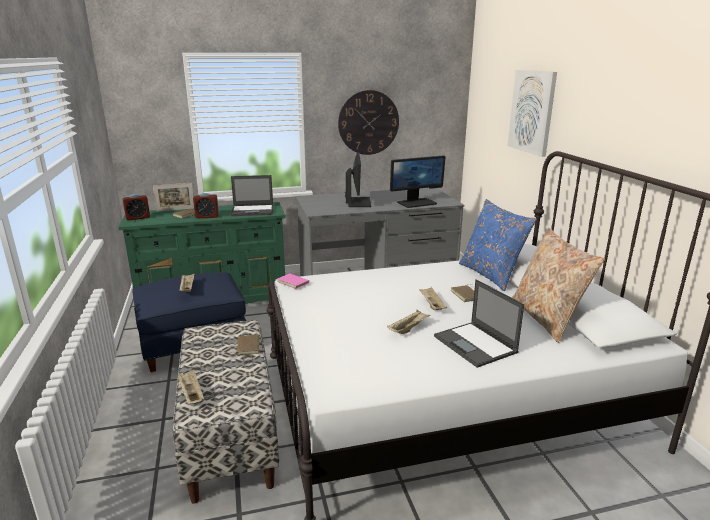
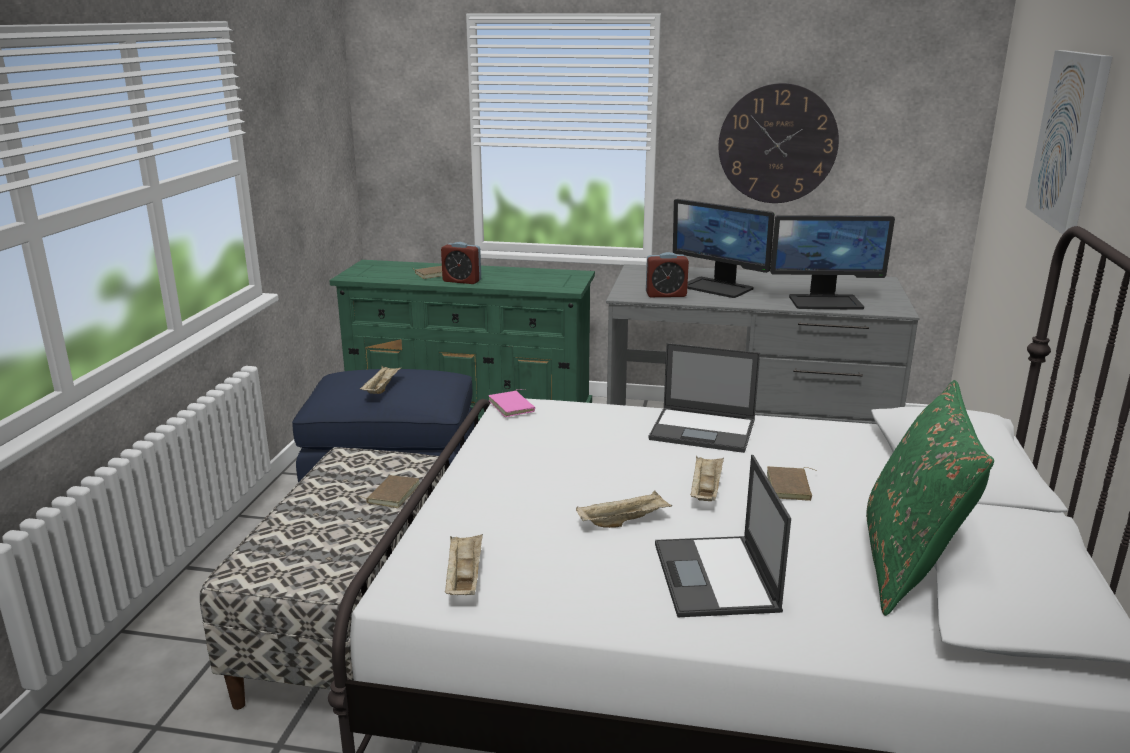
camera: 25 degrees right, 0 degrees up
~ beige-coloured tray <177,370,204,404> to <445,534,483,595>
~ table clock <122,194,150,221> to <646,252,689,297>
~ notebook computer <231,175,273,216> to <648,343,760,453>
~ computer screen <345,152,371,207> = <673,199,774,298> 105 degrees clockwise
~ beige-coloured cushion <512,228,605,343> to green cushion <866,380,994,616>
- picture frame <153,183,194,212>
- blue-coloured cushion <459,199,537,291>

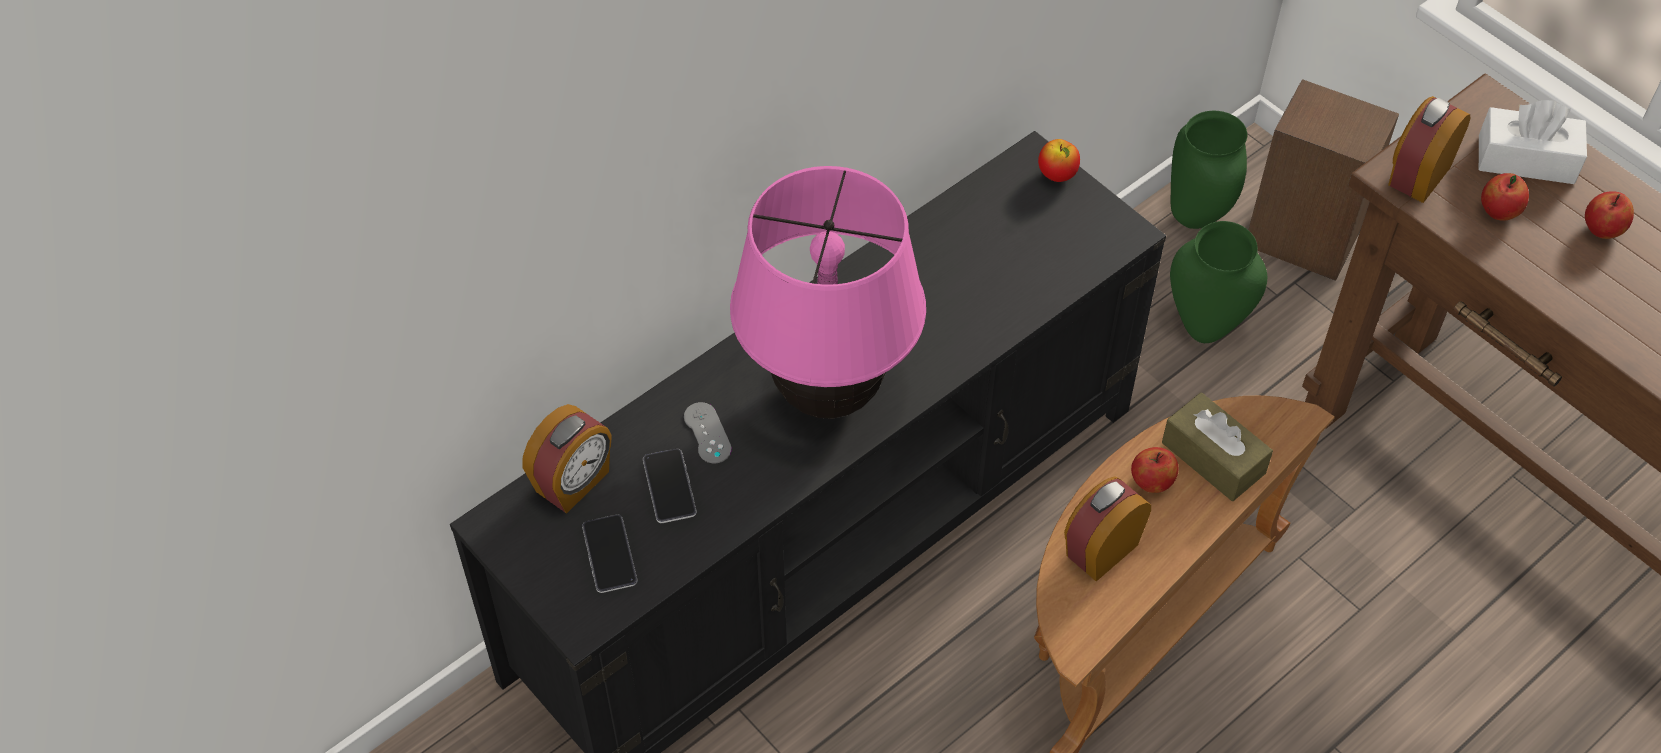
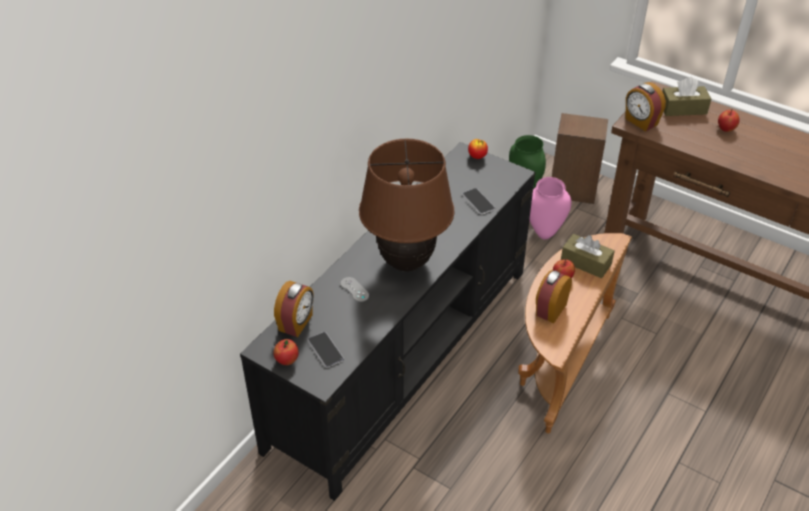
camera: 15 degrees left, 10 degrees down
~ whole apple <1481,173,1529,221> to <273,339,299,365>
~ pinkish tabletop lamp <730,166,926,419> to brown-coloured tabletop lamp <359,139,454,272>
~ phone <643,448,697,523> to <462,188,495,215>
~ green decorative vase <1170,221,1267,343> to pinkish decorative vase <529,177,571,240>
~ table clock <1388,96,1471,203> = <625,82,666,131> 60 degrees counterclockwise
~ white-coloured tissue box <1479,100,1587,184> to brown-coloured tissue box <662,77,711,116>

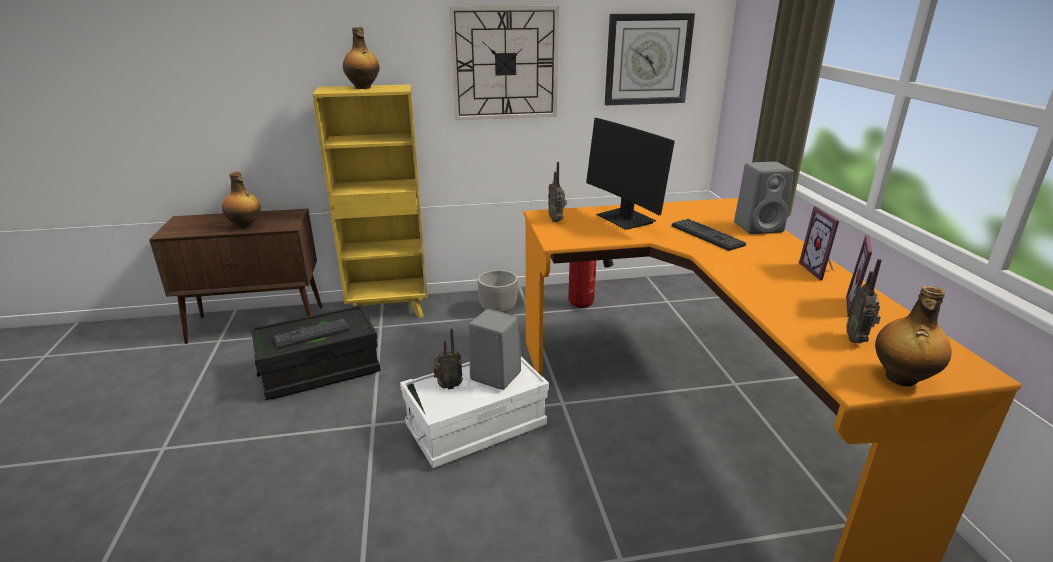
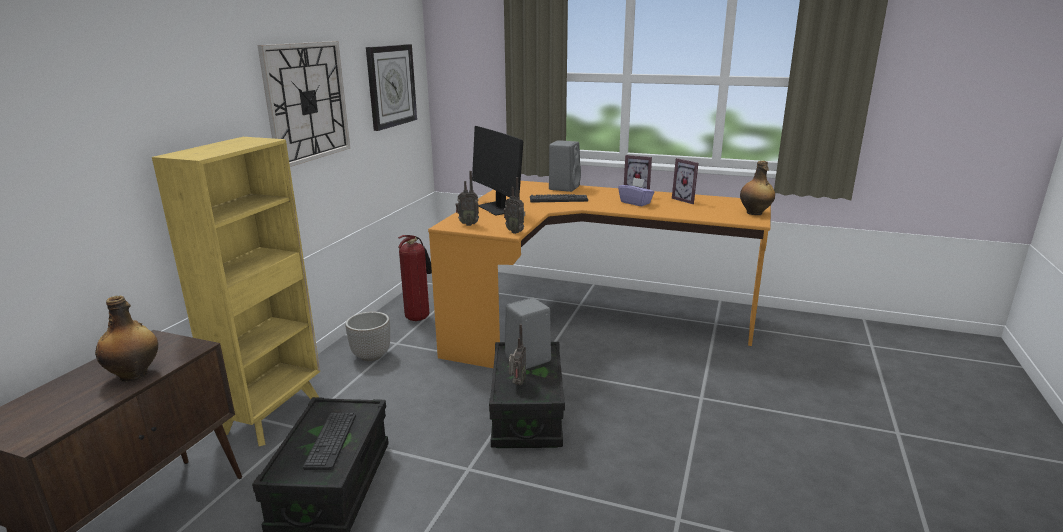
camera: 60 degrees left, 5 degrees down
~ computer screen <586,118,674,230> = <472,126,523,215> 60 degrees clockwise
~ white-coloured storage box <400,357,549,468> to blackish storage box <489,342,565,448>
~ radio receiver <846,259,882,343> to <504,177,525,234>
+ purplish tissue box <618,178,655,206>
- bottle <343,27,379,89>

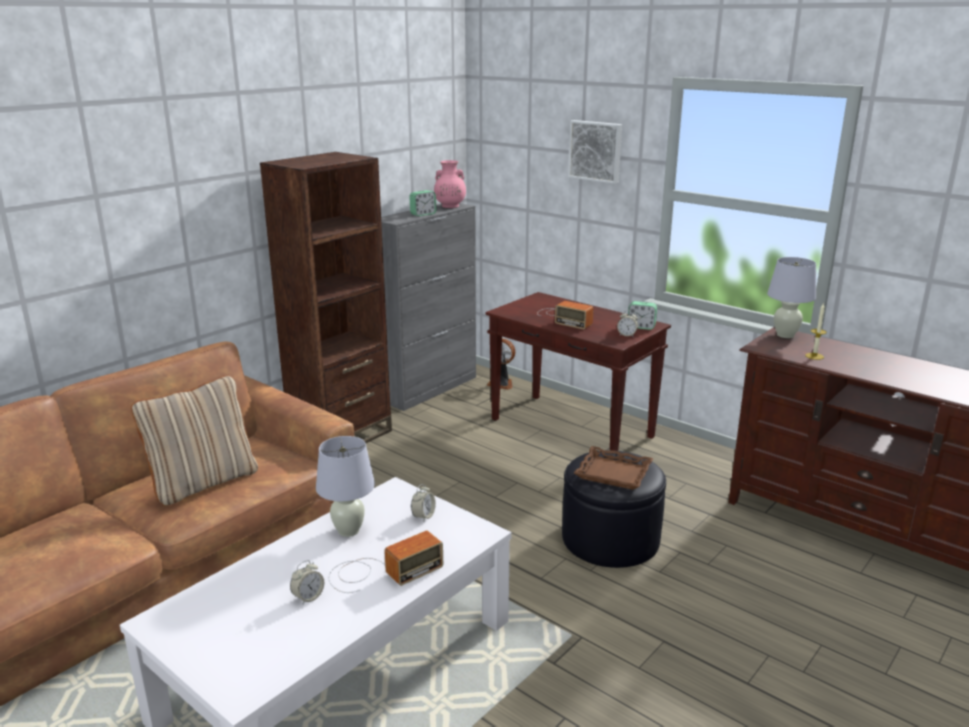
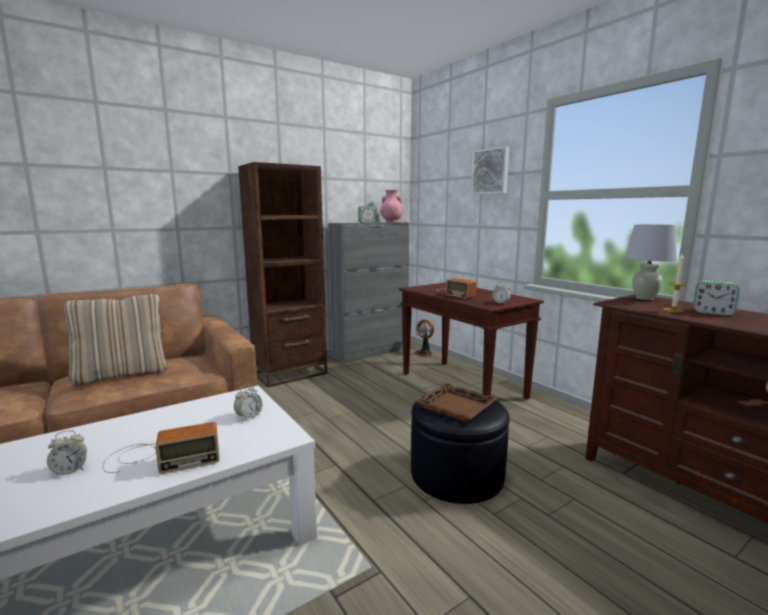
camera: 15 degrees right, 10 degrees down
~ table clock <628,301,657,330> to <693,281,740,316>
- white-coloured tabletop lamp <316,436,375,537>

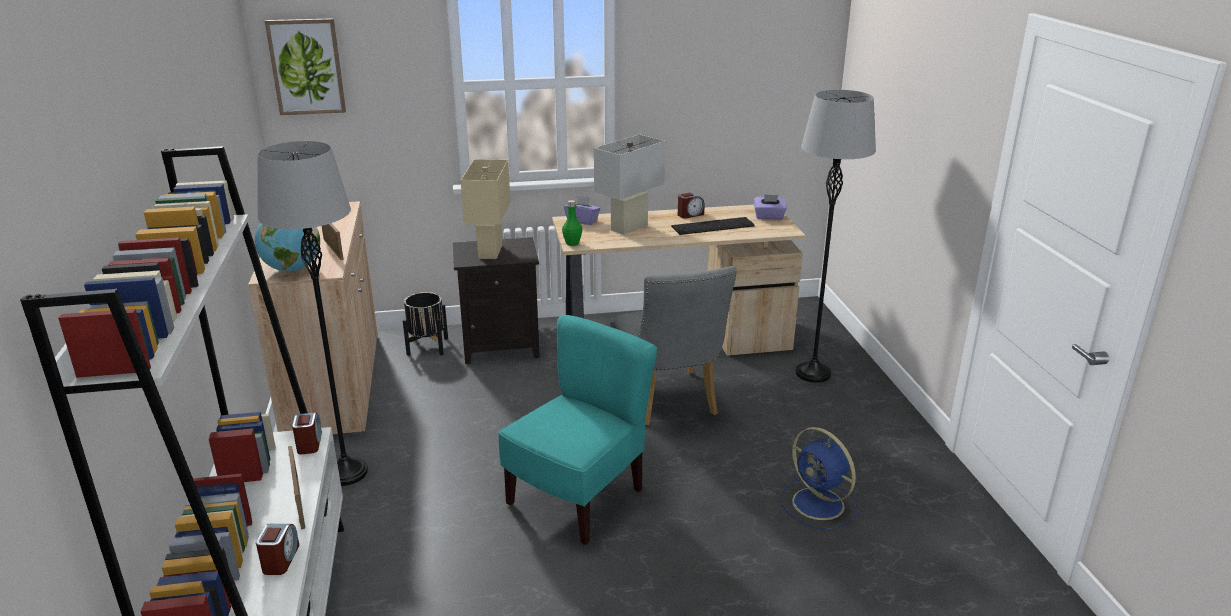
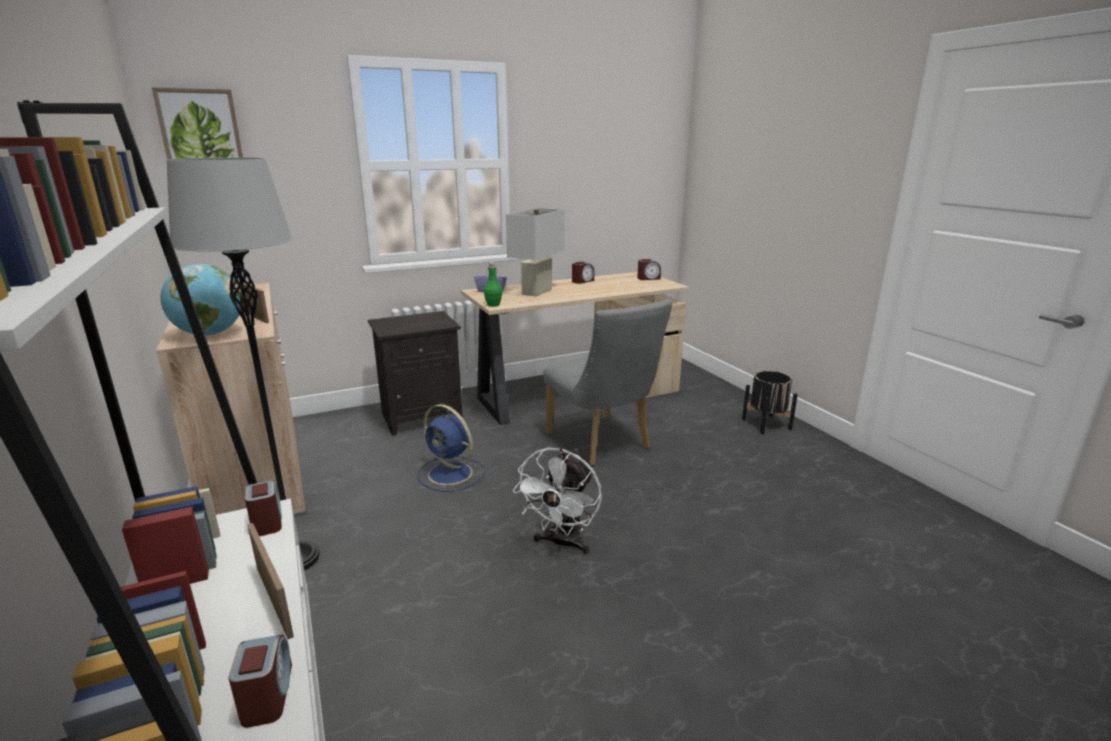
camera: 15 degrees left, 5 degrees down
~ blue-coloured cooling fan <780,427,860,530> to <418,404,486,492>
~ blue-green plain chair <498,315,657,545> to white-coloured cooling fan <513,448,602,555>
~ purplish tissue box <754,194,787,220> to table clock <637,259,661,280>
~ blackish planter <403,292,448,356> to <742,371,798,434>
- beige-coloured tabletop lamp <461,159,510,259>
- computer keyboard <671,217,755,235>
- gray floor lamp <796,90,876,383>

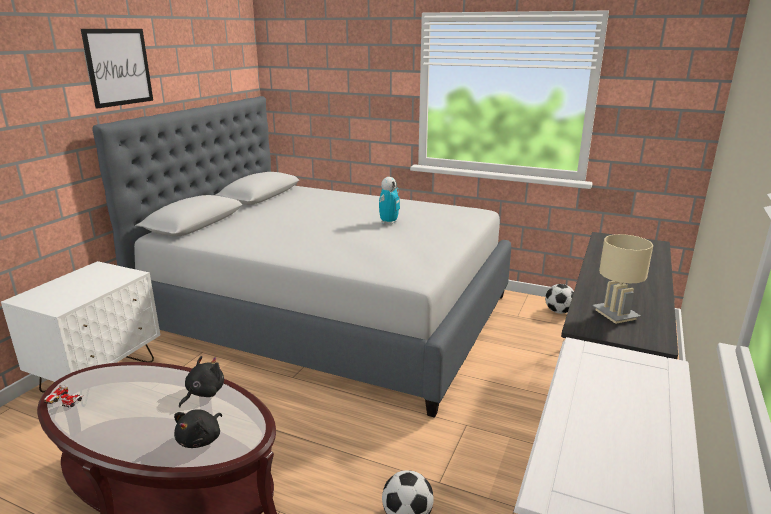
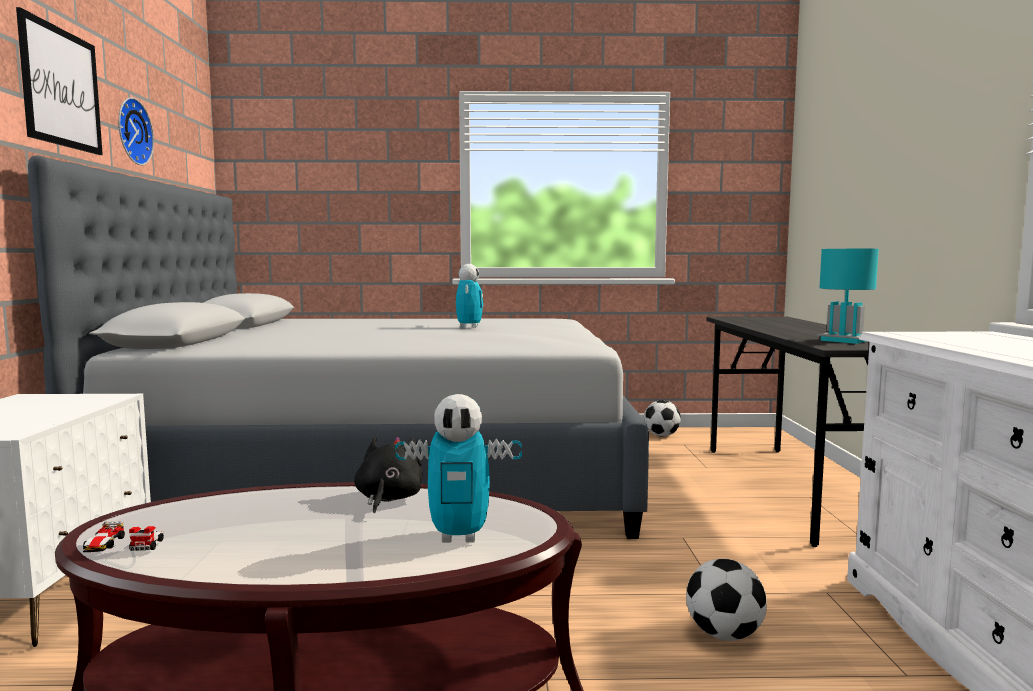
camera: 25 degrees left, 15 degrees down
+ wall clock <118,97,154,165>
~ blackish soft toy <174,409,222,448> to robot figure <395,394,522,543>
~ beige-coloured tabletop lamp <593,234,653,324> to blue-green tabletop lamp <817,249,879,344>

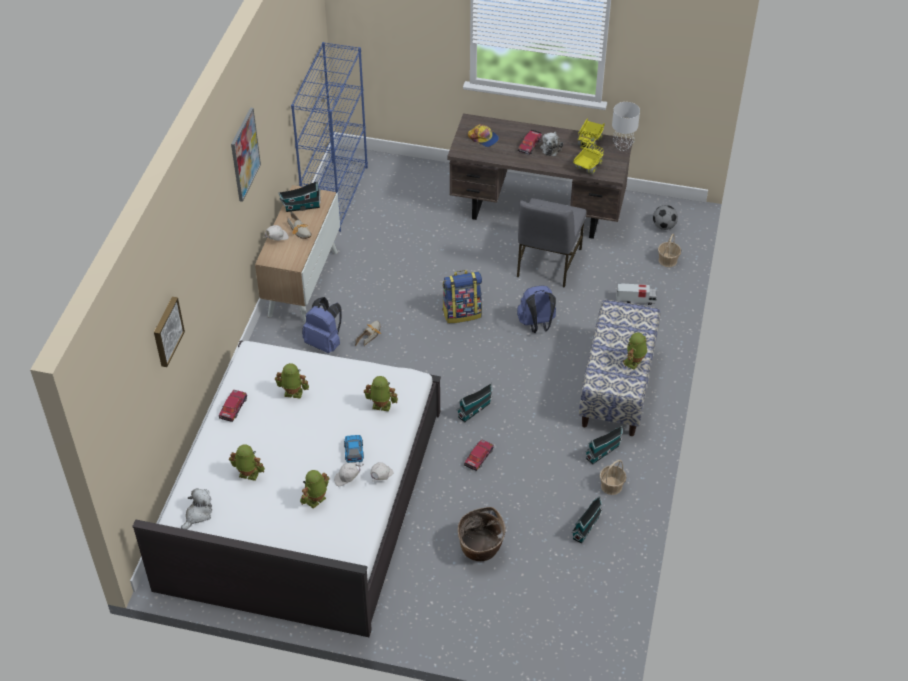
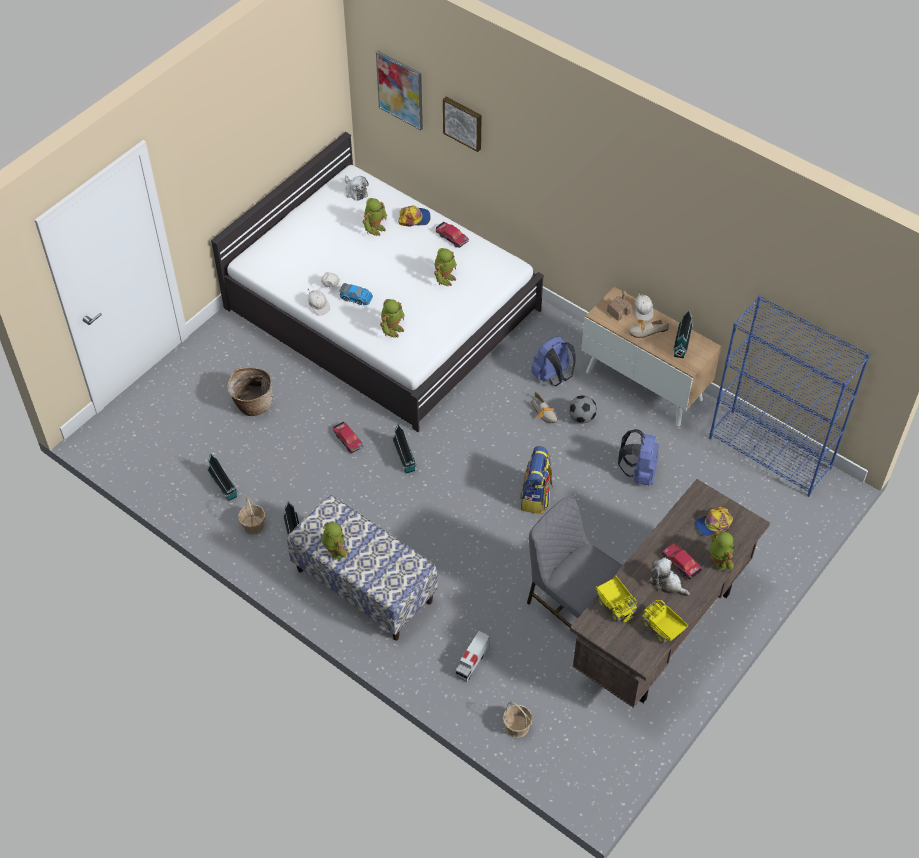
camera: 115 degrees right, 5 degrees up
~ wall art <231,108,261,202> to <376,51,423,130>
+ baseball cap <398,205,431,227>
~ football ball <653,205,678,230> to <569,395,597,423>
+ miniature house <607,291,632,321>
~ blue-coloured knapsack <517,285,556,333> to <618,429,659,485>
~ robot figure <300,470,330,509> to <710,532,735,571>
- gray tabletop lamp <612,102,640,151>

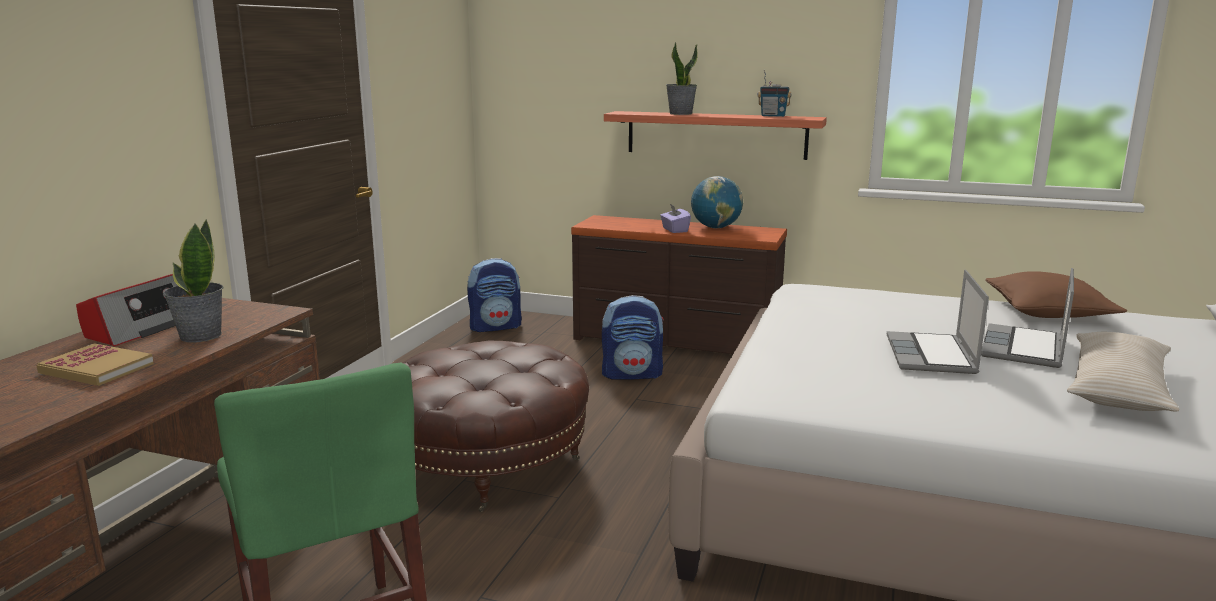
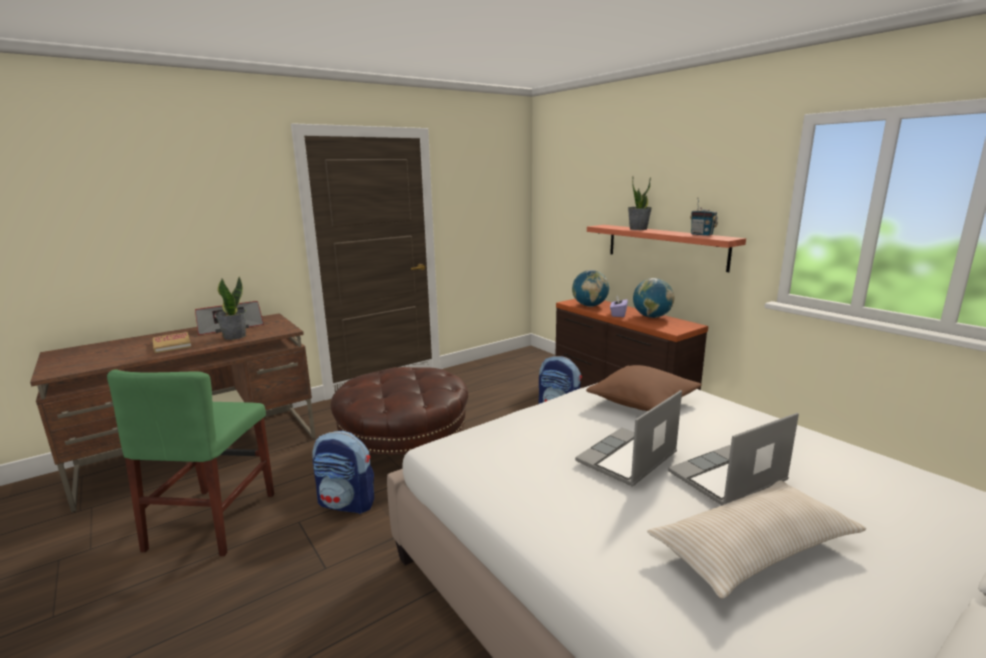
camera: 35 degrees right, 0 degrees up
~ knapsack <467,258,522,332> to <312,431,374,514>
+ globe <572,270,609,307>
~ brown-coloured cushion <985,271,1127,318> to <586,365,702,411>

